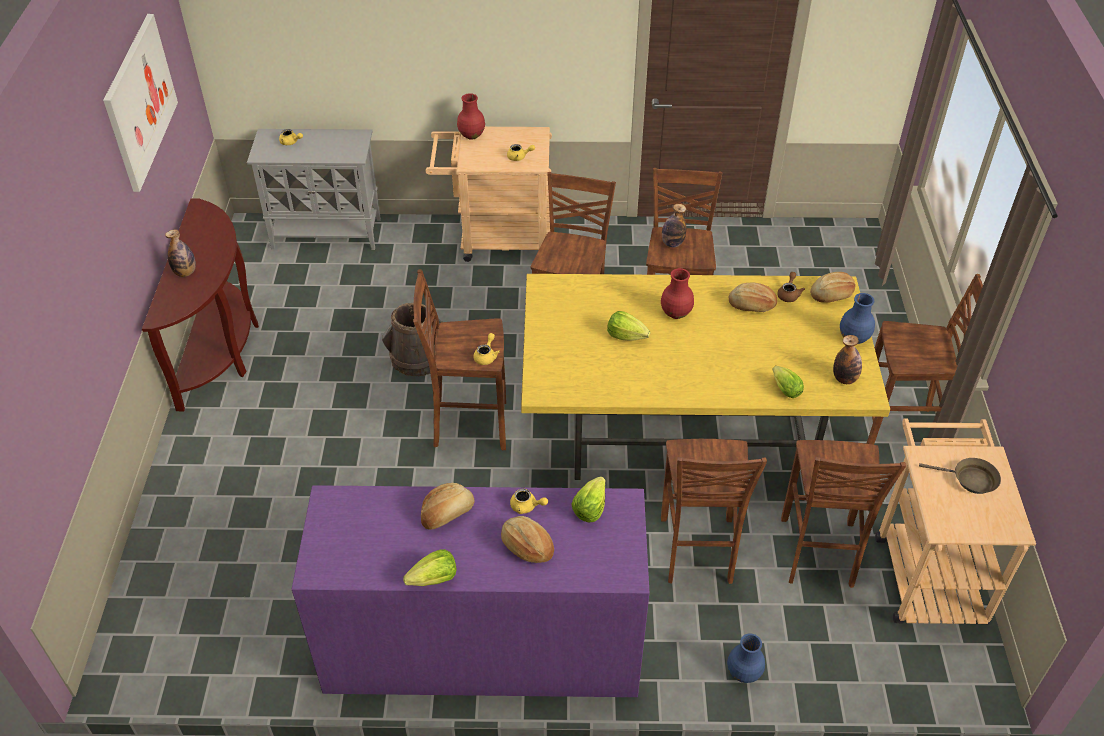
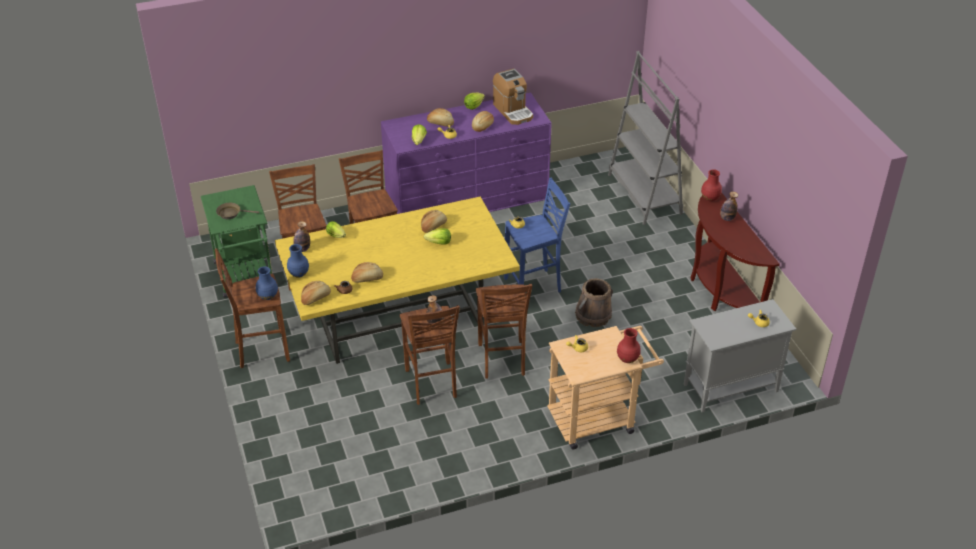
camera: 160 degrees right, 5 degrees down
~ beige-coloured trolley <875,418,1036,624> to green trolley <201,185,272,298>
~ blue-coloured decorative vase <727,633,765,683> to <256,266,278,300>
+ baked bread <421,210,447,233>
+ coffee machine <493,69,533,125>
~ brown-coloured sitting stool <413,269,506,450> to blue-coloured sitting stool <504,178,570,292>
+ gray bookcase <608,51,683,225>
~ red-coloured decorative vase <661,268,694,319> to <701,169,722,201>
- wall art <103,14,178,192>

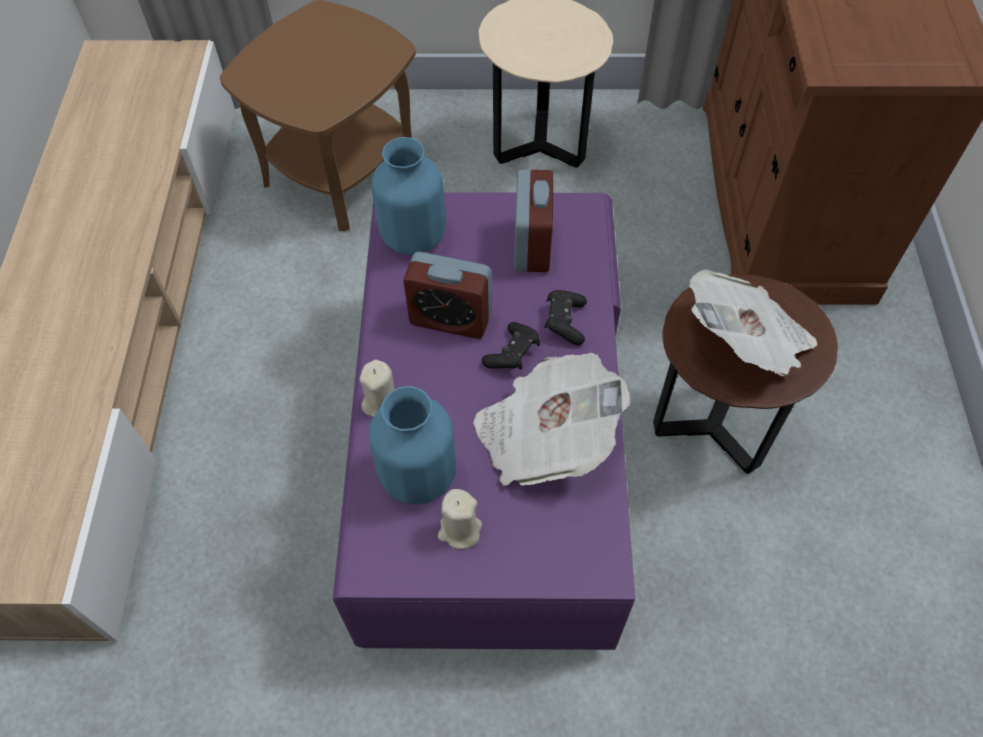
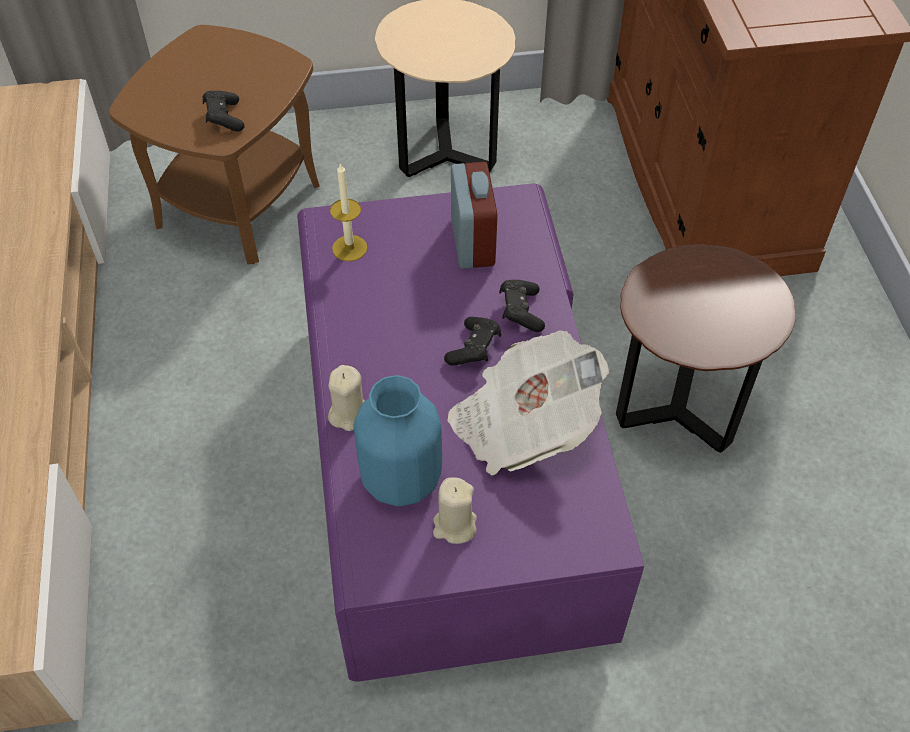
camera: 10 degrees left, 5 degrees down
+ blackish joypad <202,91,245,132>
~ blue-coloured decorative vase <371,137,446,255> to candle <330,162,367,261>
- table clock <403,252,491,339>
- daily paper <689,269,817,376>

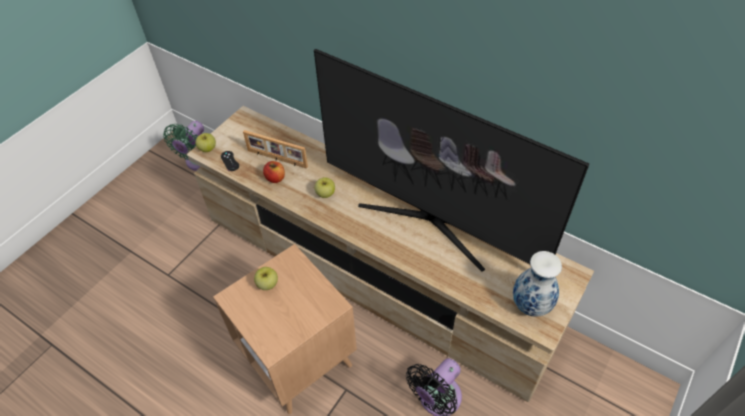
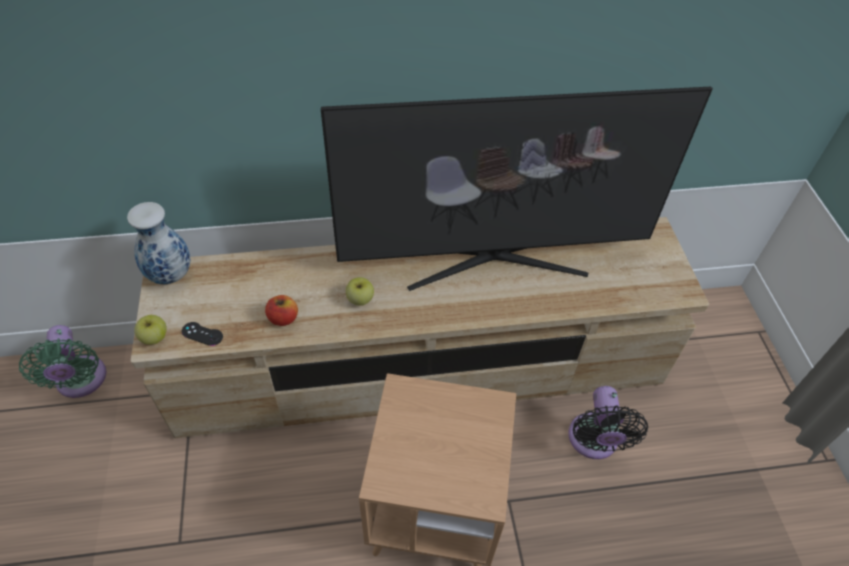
camera: 45 degrees left, 0 degrees up
~ decorative vase <513,251,562,317> to <127,202,190,284>
- picture frame <243,130,308,168>
- whole apple <254,267,278,290>

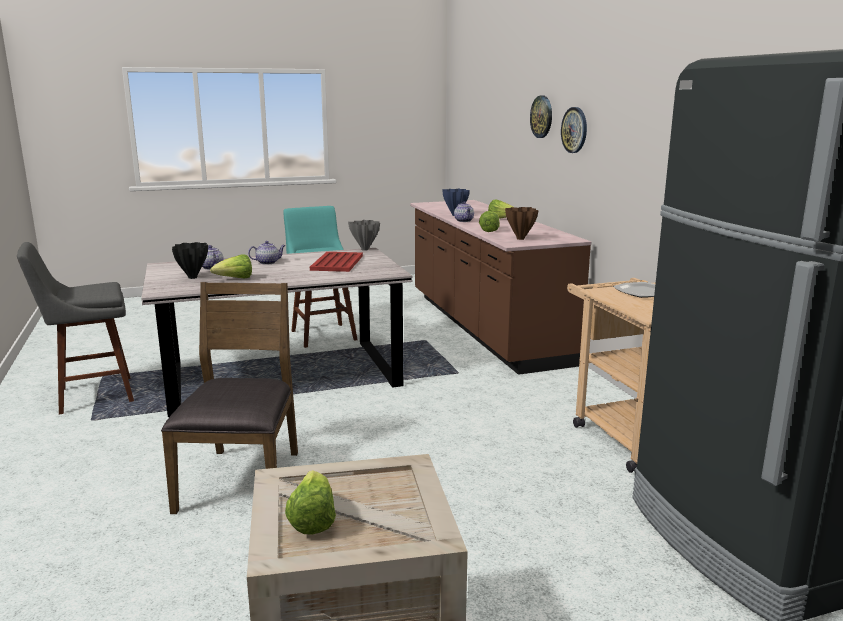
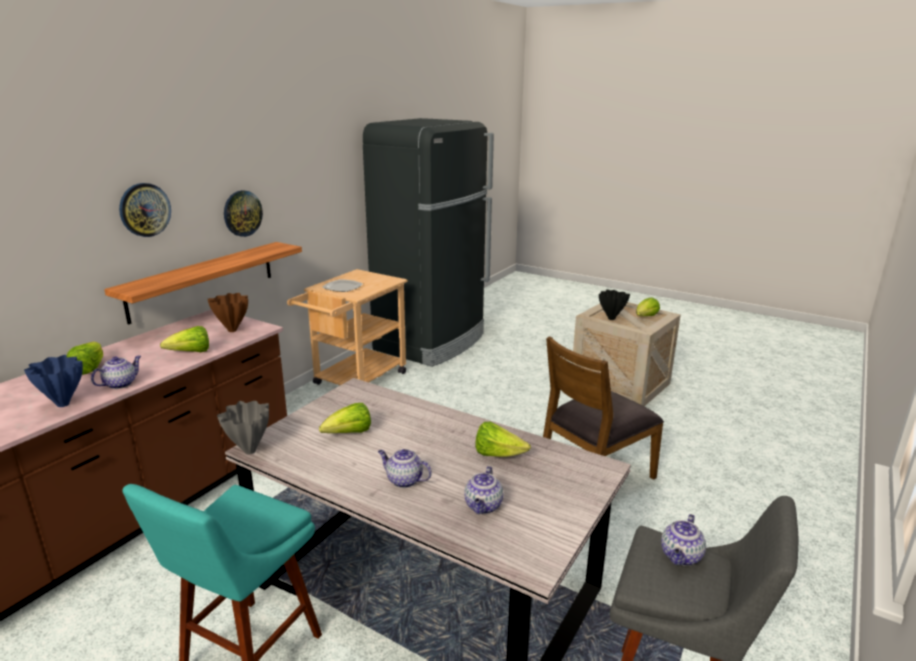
camera: 130 degrees left, 5 degrees up
+ wall shelf <104,242,302,325>
~ wall clock <530,96,552,138> to <224,190,263,237>
~ red-coloured tray <310,252,363,272> to lettuce <319,403,371,433>
~ blackish decorative vase <172,242,208,279> to <599,290,630,320>
+ tea pot <661,514,706,566>

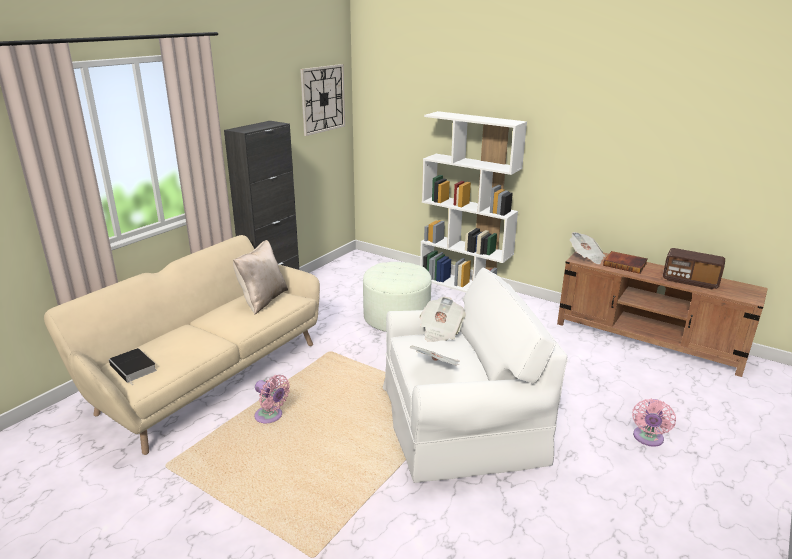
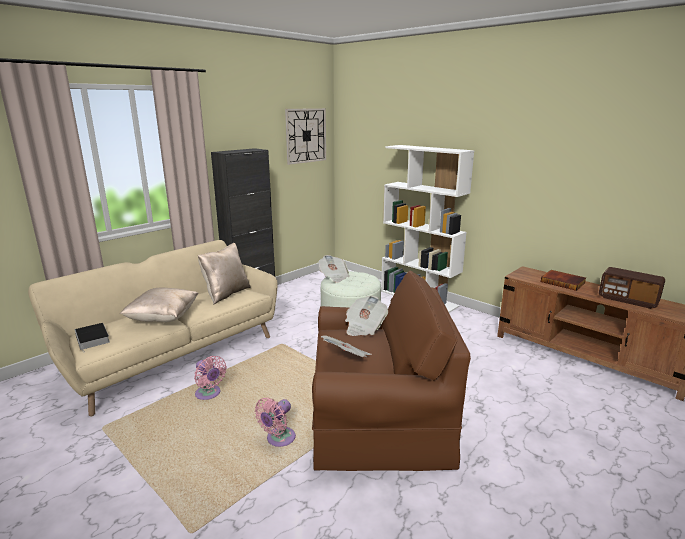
camera: 10 degrees right, 5 degrees down
+ beige-coloured cushion <120,287,198,322>
~ pinkish cooling fan <632,399,676,447> to <255,397,296,447>
~ white-coloured lounge chair <383,268,568,483> to brown-coloured lounge chair <312,271,471,471>
~ daily paper <570,232,605,264> to <318,255,350,283>

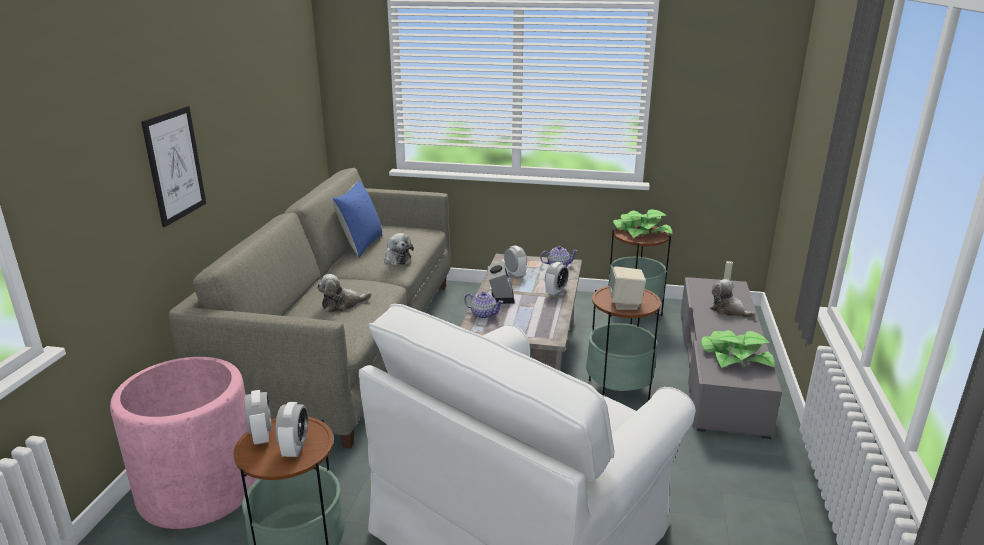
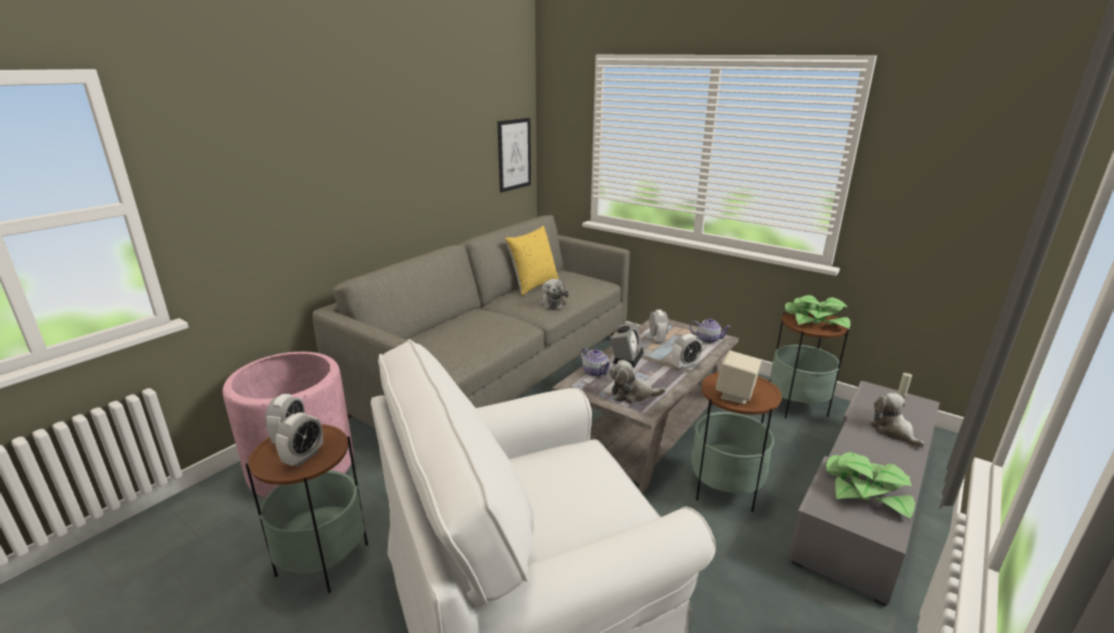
camera: 25 degrees right, 0 degrees up
~ wall art <141,106,206,227> to <498,118,531,193>
~ blue-coloured cushion <333,180,382,257> to yellow cushion <505,226,559,295>
~ soft toy <317,274,371,312> to <609,360,666,404>

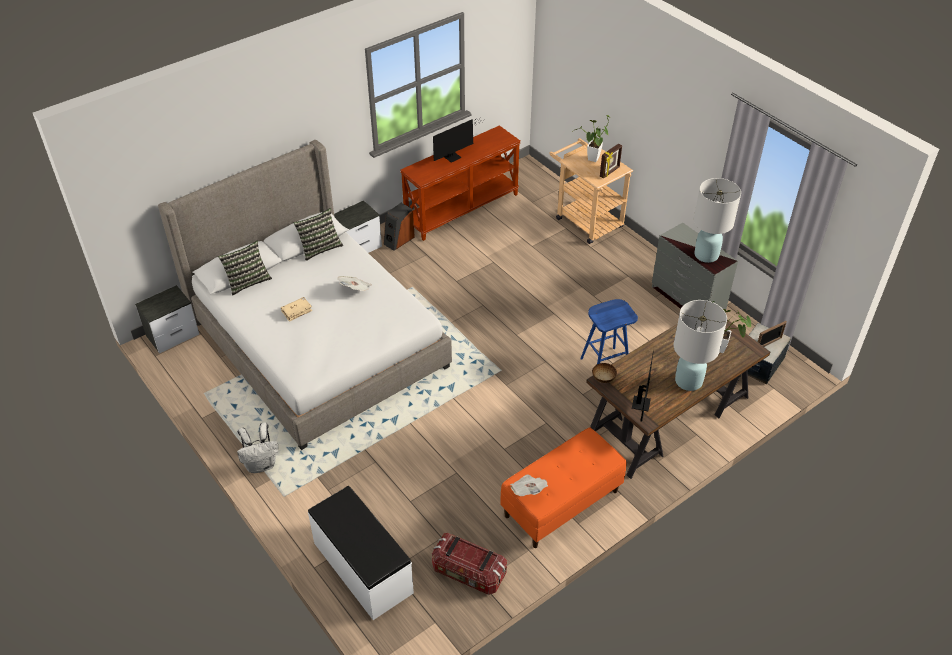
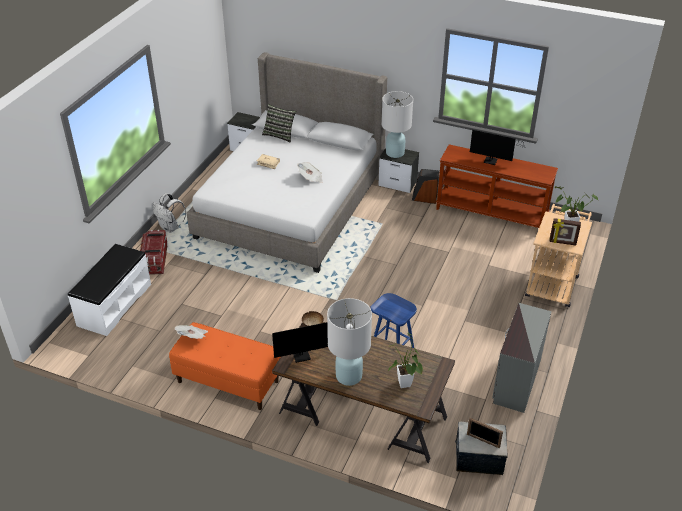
camera: 60 degrees right, 5 degrees down
~ storage box <432,533,507,595> to <140,230,167,275>
~ white-coloured tabletop lamp <694,178,741,263> to <382,91,413,158>
- cushion <294,208,343,261>

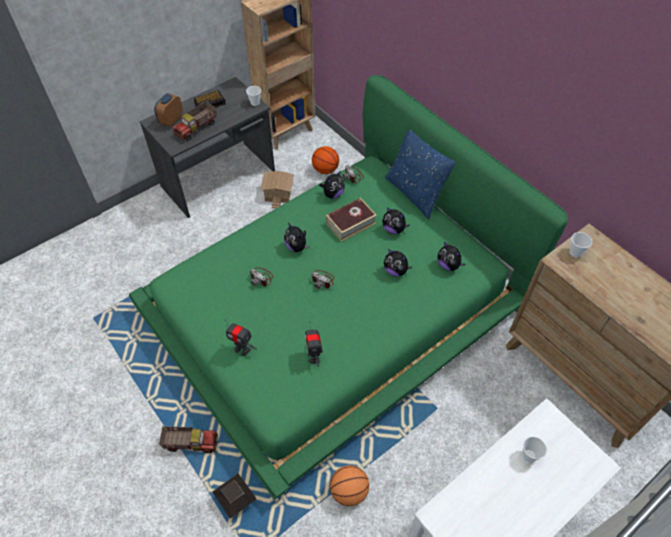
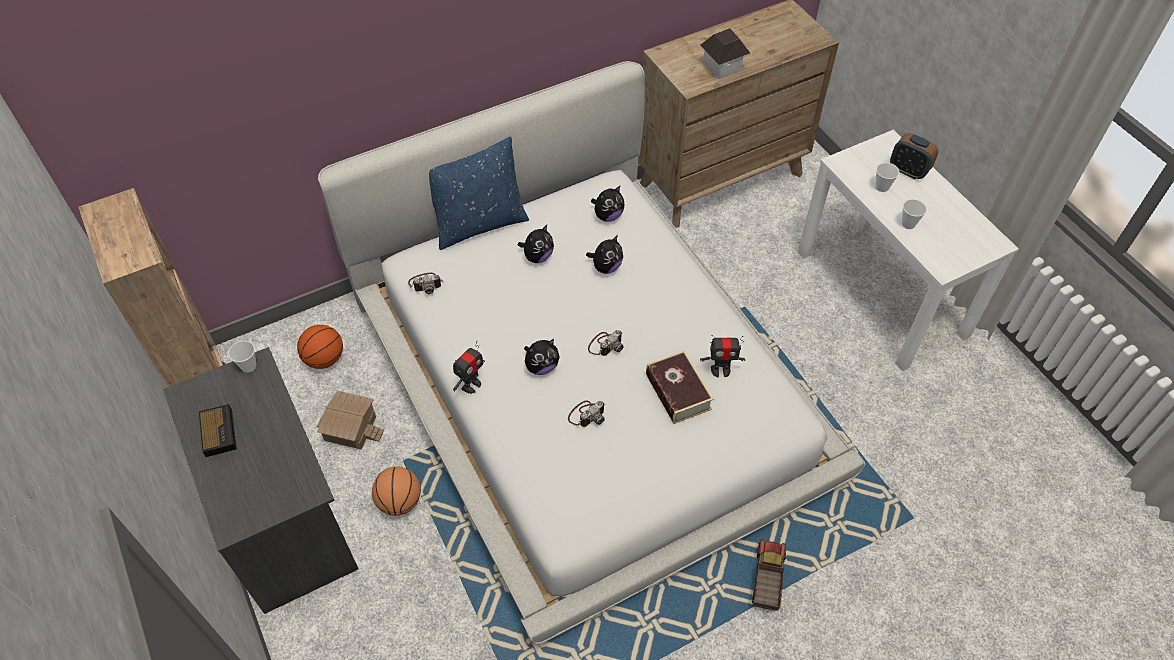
camera: 80 degrees left, 0 degrees up
~ green sleeping bed <129,75,568,500> to white-coloured sleeping bed <318,61,865,644>
~ basketball ball <330,465,369,506> to <372,467,421,516>
~ robot figure <225,320,257,356> to <453,341,485,394>
~ book <326,198,377,242> to <646,351,714,424>
~ miniature house <212,473,257,519> to <700,28,750,79>
~ table clock <154,93,183,127> to <890,133,938,179>
~ cup <570,232,592,258> to <902,199,927,229>
- model truck <173,101,216,141>
- soft toy <319,171,345,199>

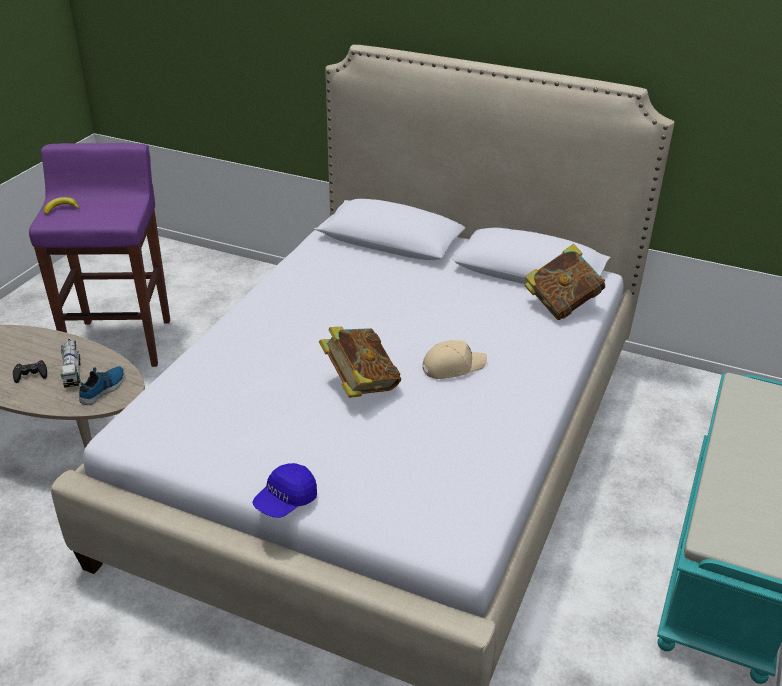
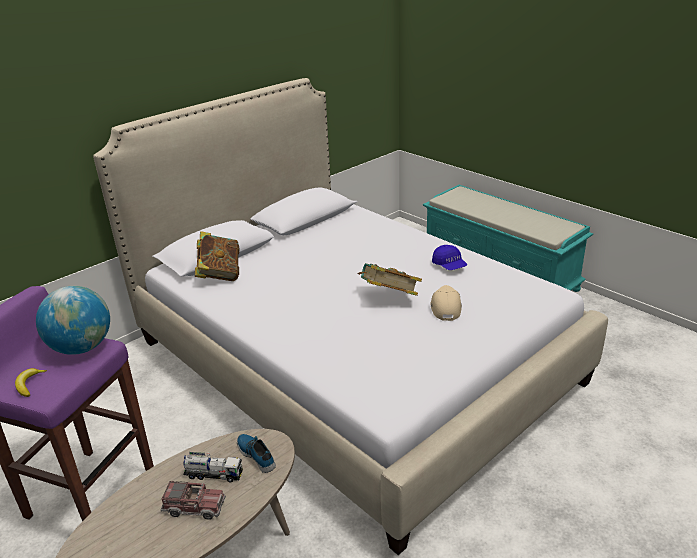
camera: 65 degrees left, 5 degrees down
+ globe <36,286,110,355>
~ blackish joypad <13,360,47,383> to model truck <161,481,226,520>
~ book <525,244,605,320> to <195,231,239,281>
~ beige-coloured baseball cap <422,340,487,379> to <431,285,462,321>
~ blue-coloured baseball cap <253,463,317,518> to <432,245,467,270>

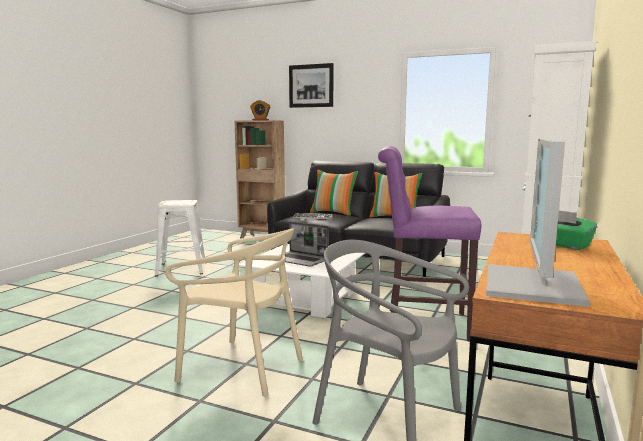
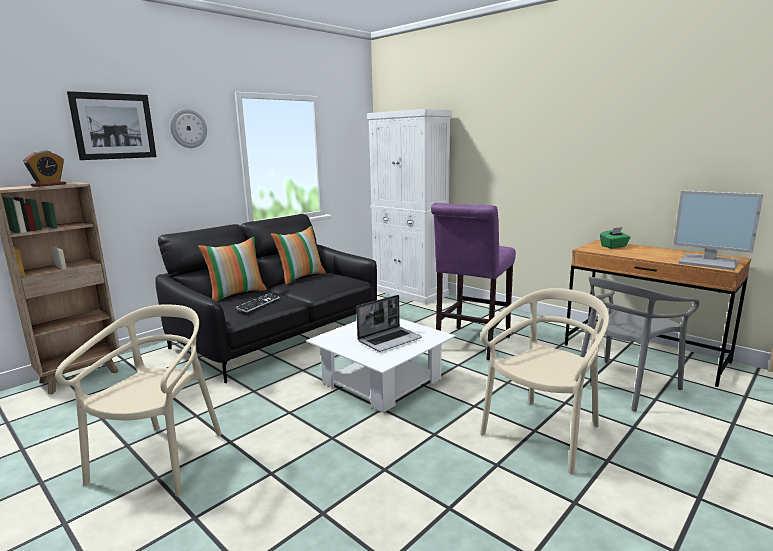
camera: 70 degrees left, 5 degrees up
~ white-coloured sitting stool <155,200,205,276> to beige-coloured plain chair <55,304,222,497>
+ wall clock <170,109,207,148>

